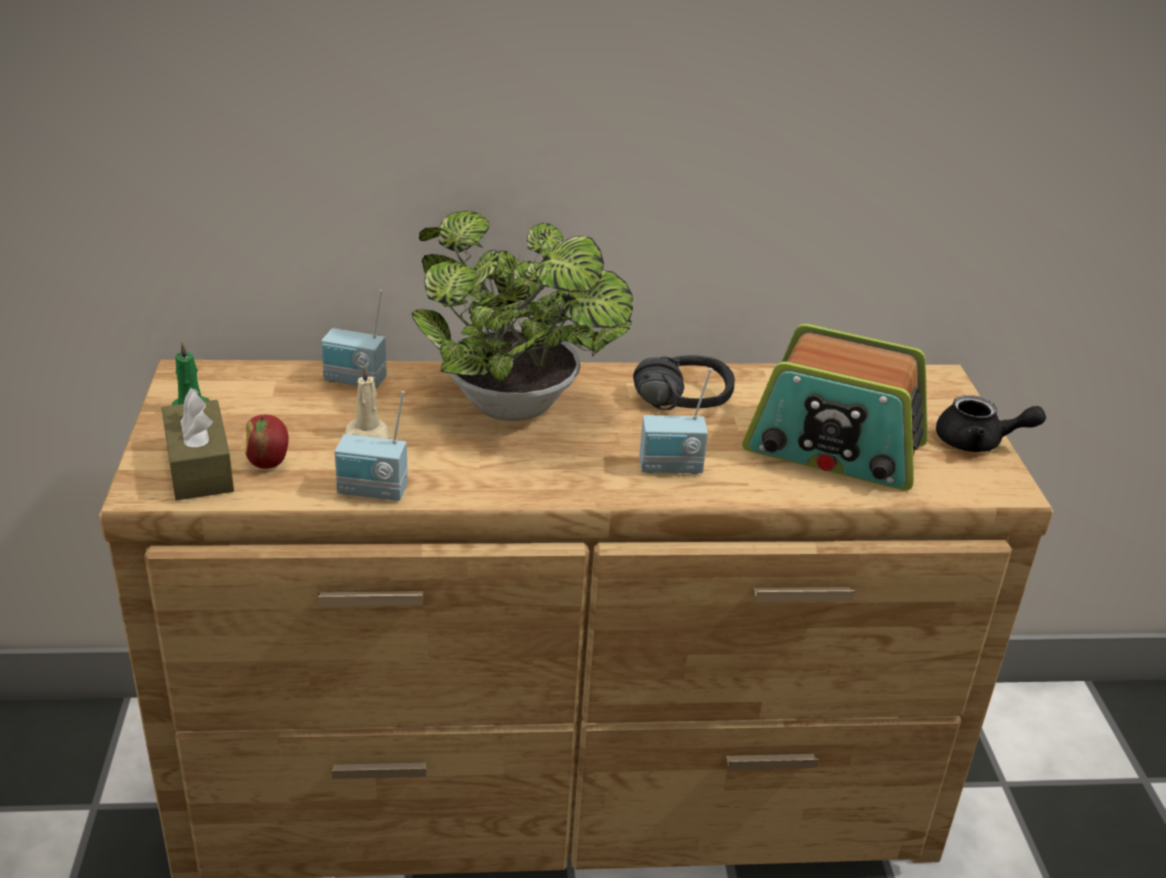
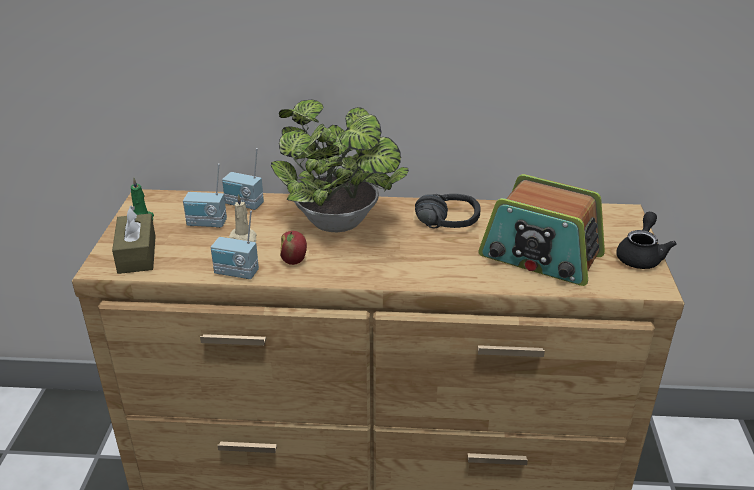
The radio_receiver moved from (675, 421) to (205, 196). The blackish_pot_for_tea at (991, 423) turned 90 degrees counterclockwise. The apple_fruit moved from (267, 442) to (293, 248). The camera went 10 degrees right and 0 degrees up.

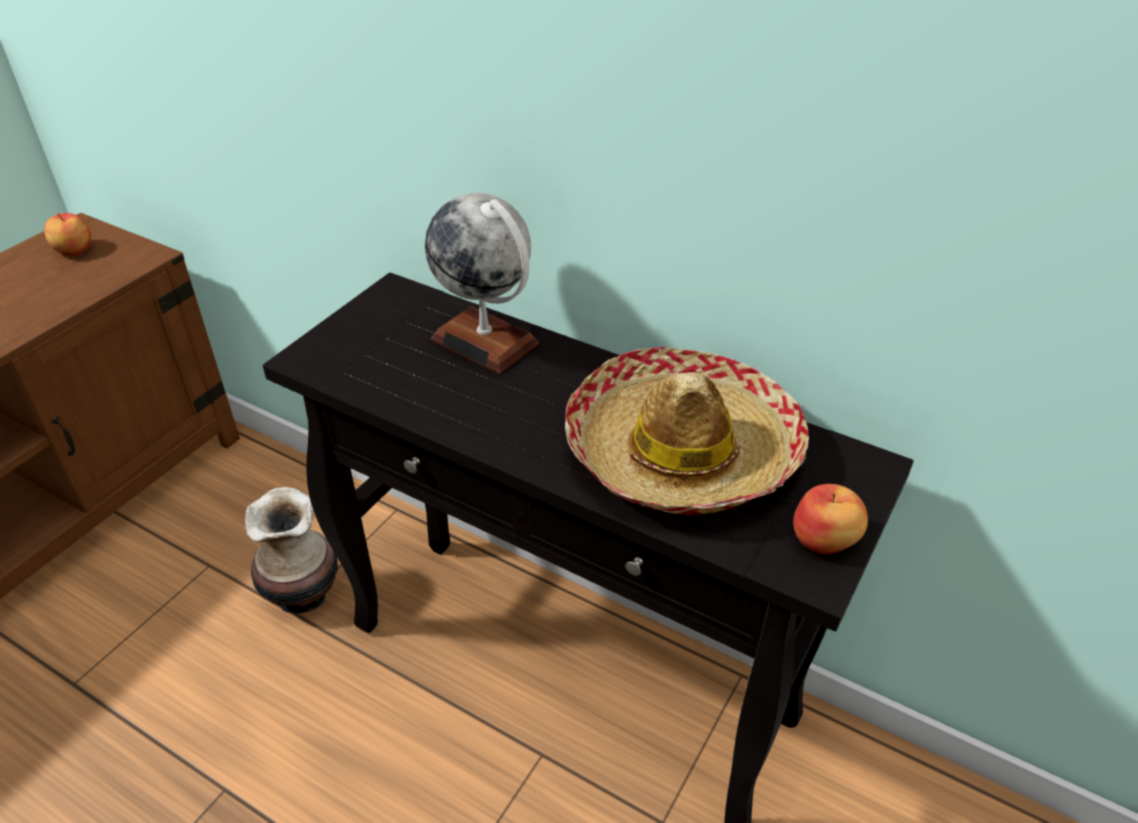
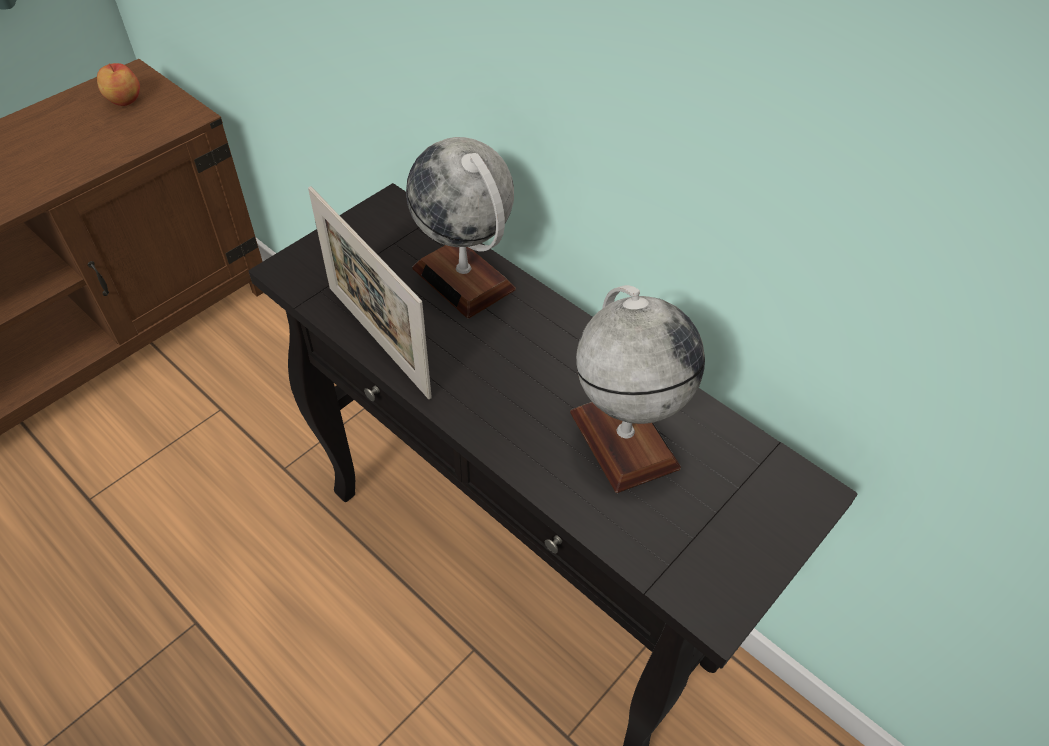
The hat at (687, 431) was replaced by the globe at (637, 389). The apple_fruit at (830, 519) disappeared. The flower_vase at (291, 550) disappeared. The standing_frame at (370, 292) appeared. The camera went 10 degrees right and 10 degrees up.

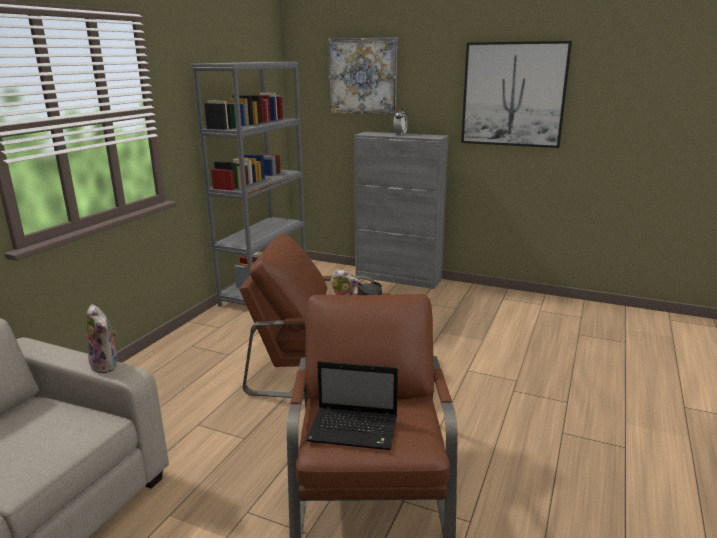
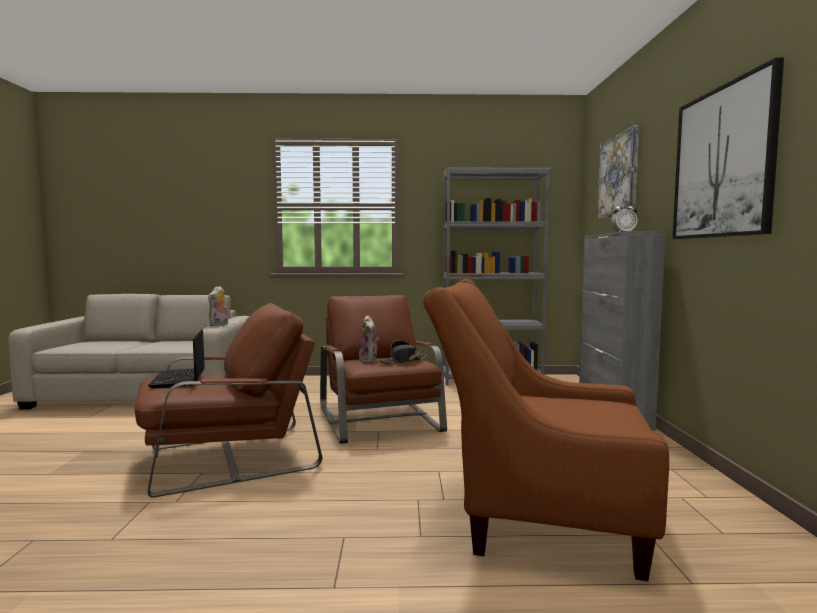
The brownish_lounge_chair at (545, 430) appeared. The camera went 65 degrees right and 15 degrees down.

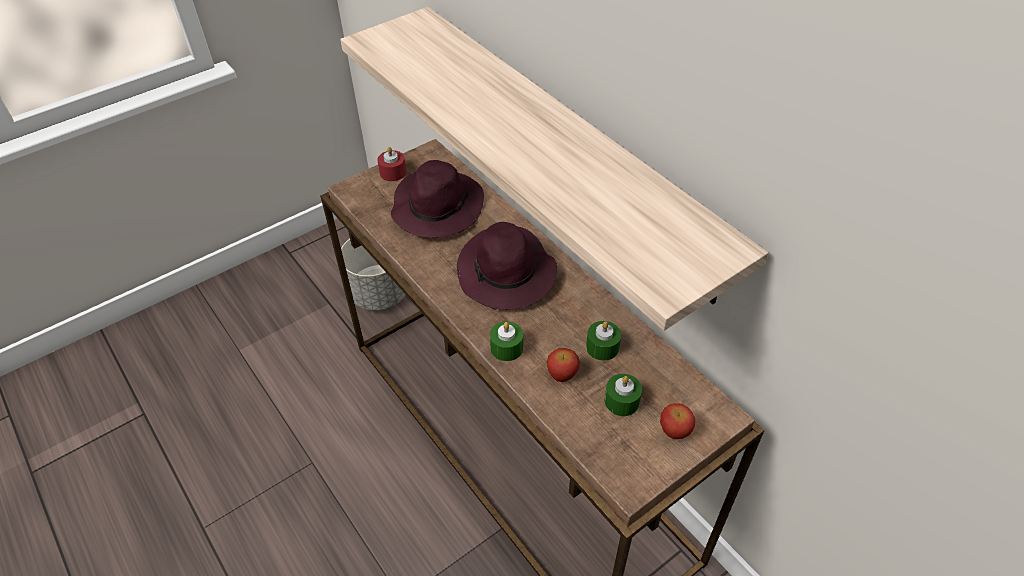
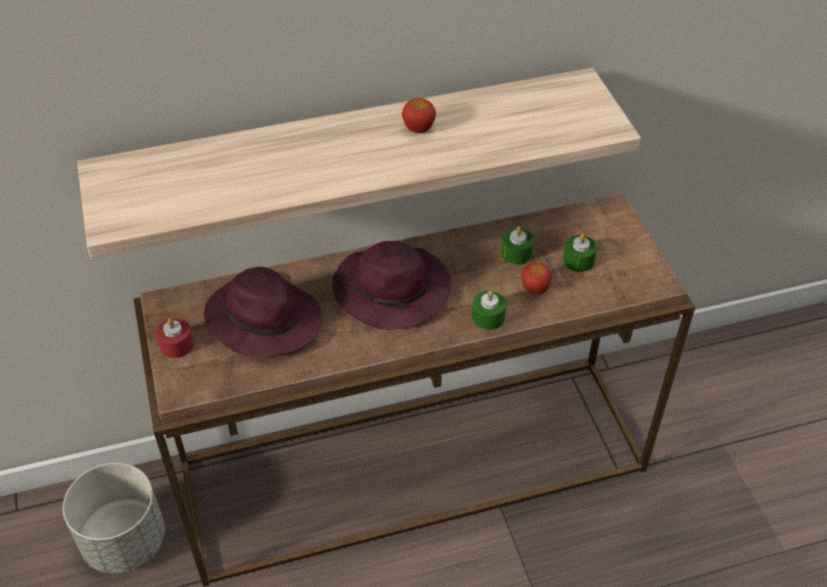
The apple_fruit moved from (677, 421) to (419, 115). The camera went 70 degrees left and 0 degrees up.

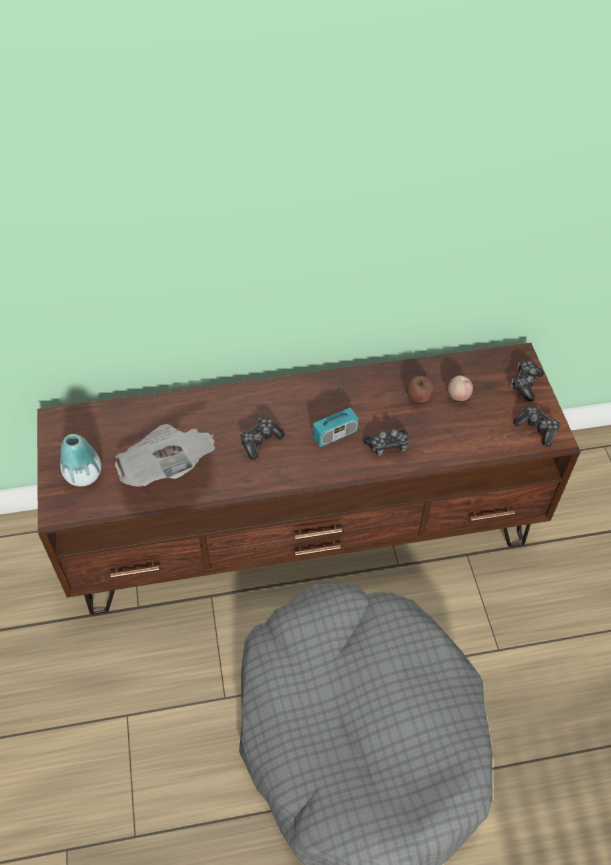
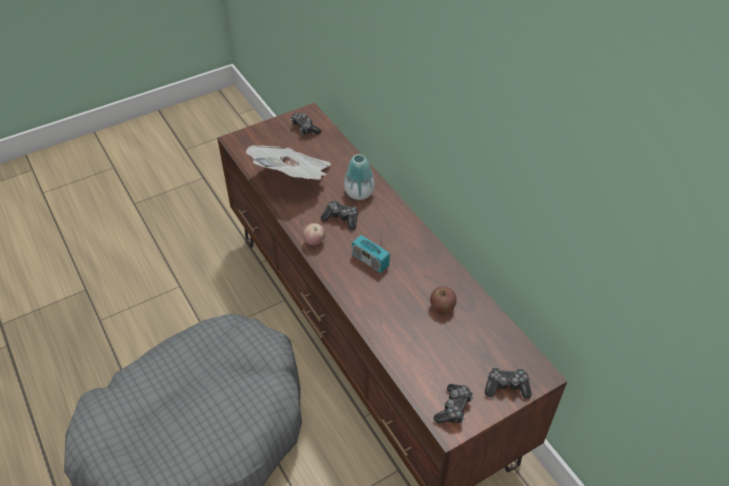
The apple_fruit moved from (460, 388) to (314, 234). The joypad moved from (386, 442) to (305, 123). The flower_vase moved from (80, 460) to (359, 177). The camera went 70 degrees right and 5 degrees down.

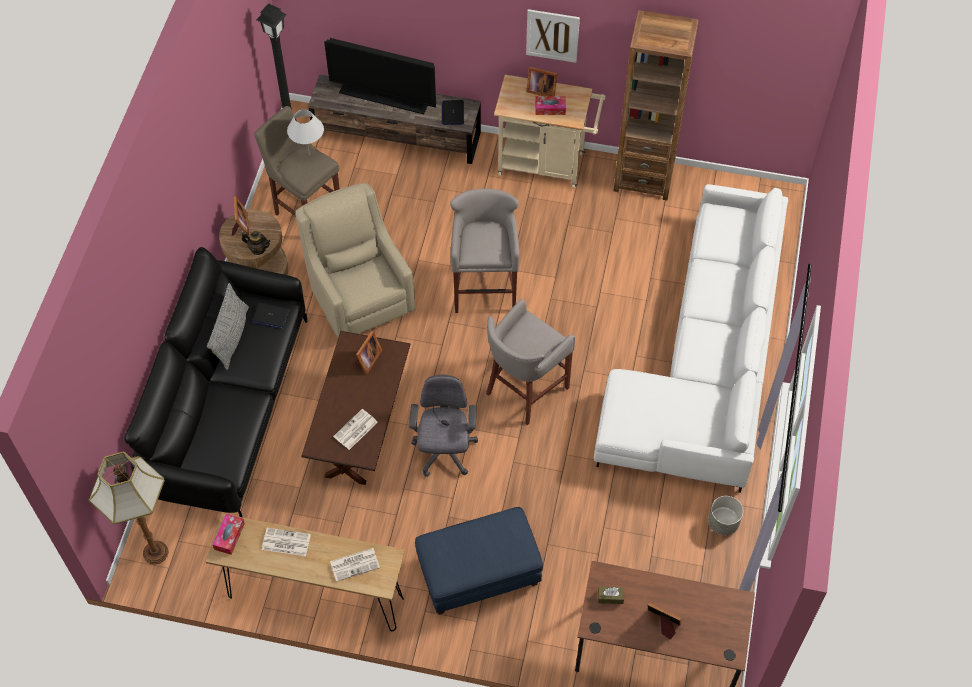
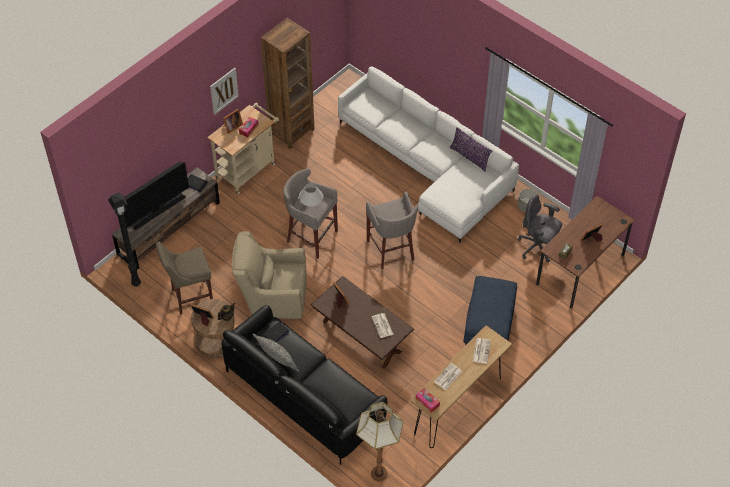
The white_tabletop_lamp moved from (305, 132) to (311, 196). The gray_office_chair moved from (443, 426) to (540, 228). The purple_throw_pillow at (471, 149) appeared. The camera went 60 degrees left and 5 degrees down.

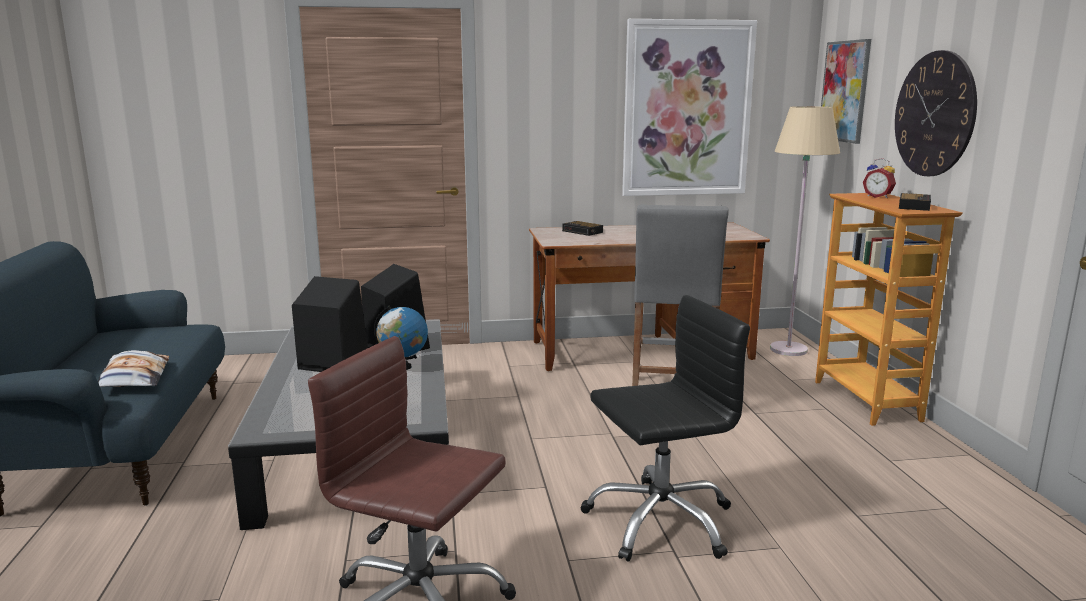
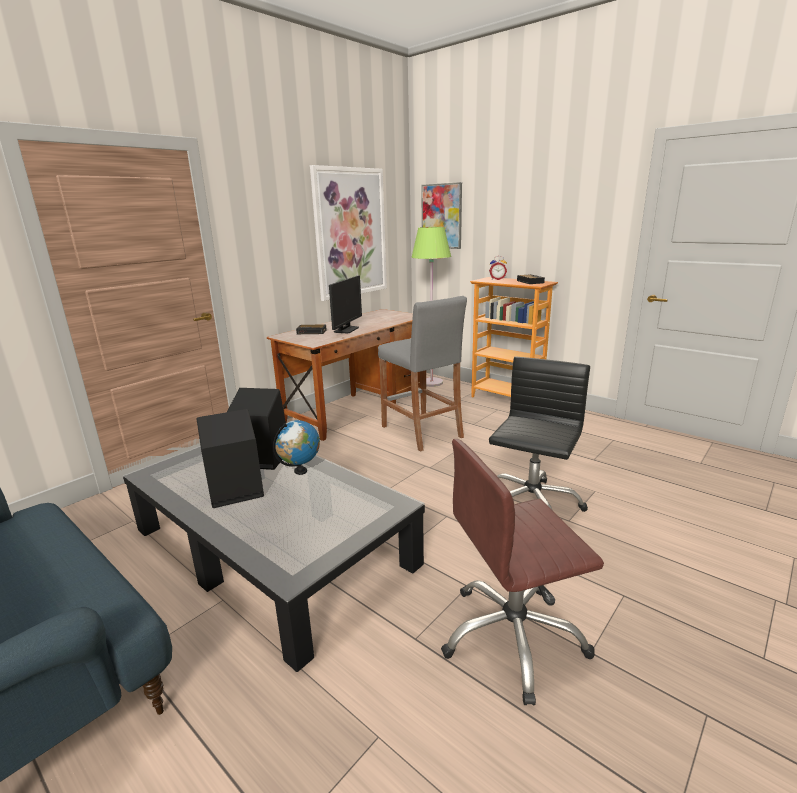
The wall_clock at (936, 113) disappeared. The beige-coloured_standard_lamp at (805, 231) became the greenish_standard_lamp at (431, 307). The throw_pillow at (133, 368) disappeared. The computer_screen at (345, 304) appeared. The camera went 40 degrees left and 5 degrees up.

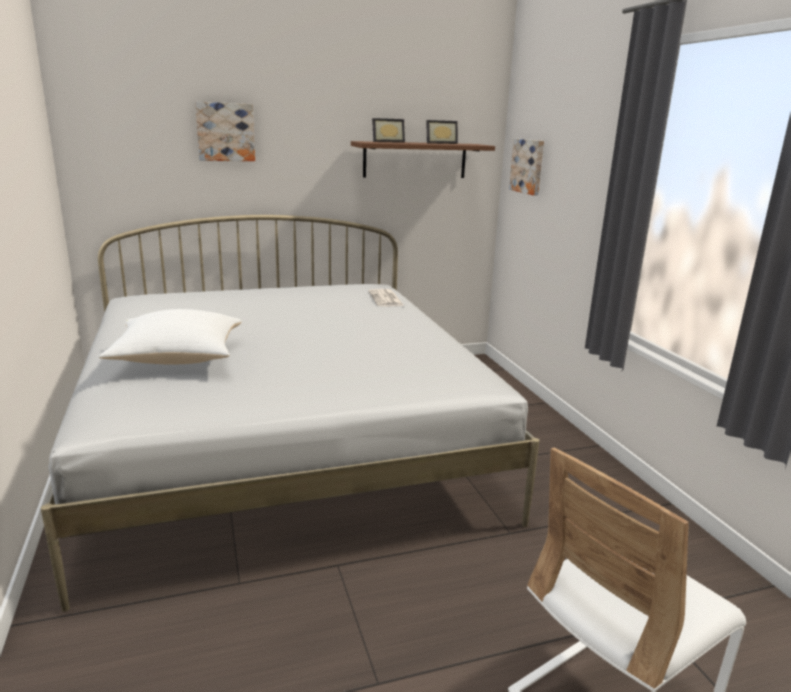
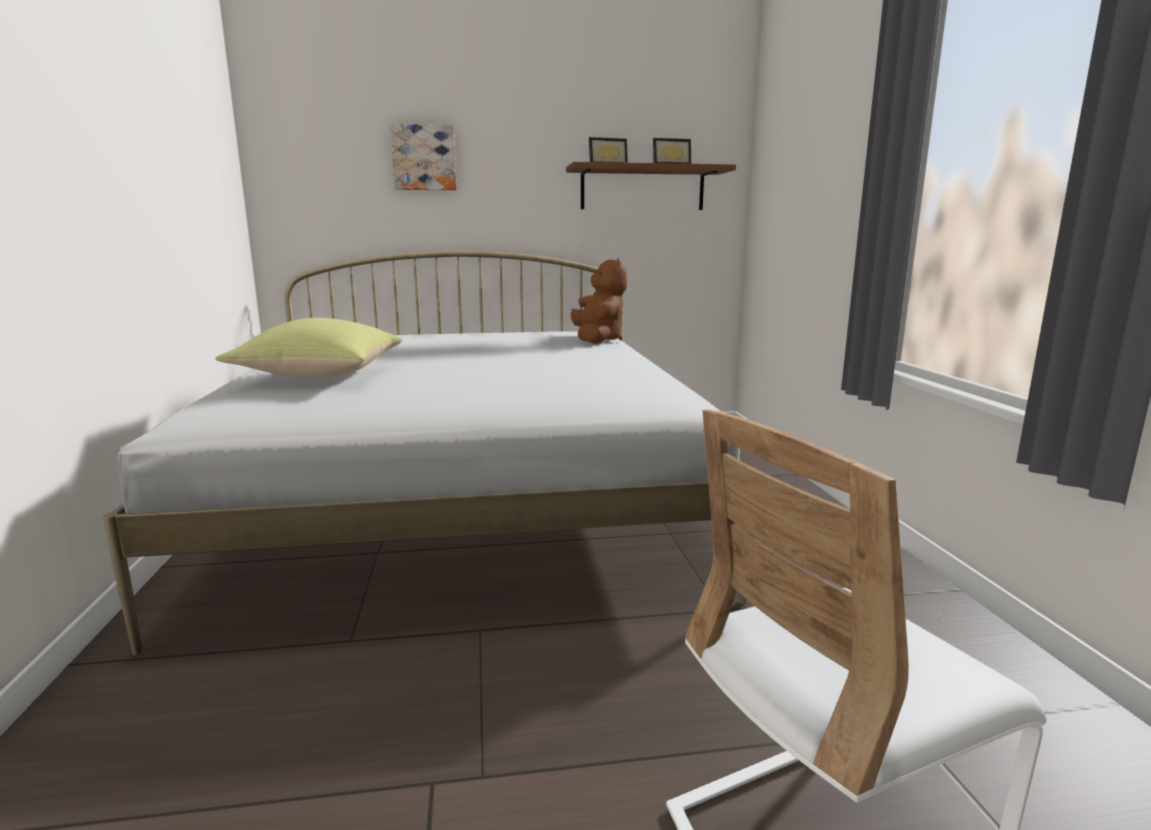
The wall_picture at (526, 167) disappeared. The newspaper at (386, 297) was replaced by the brownish_soft_toy at (599, 301). The white_throw_pillow at (170, 337) became the yellow_throw_pillow at (308, 348). The camera went 10 degrees right and 5 degrees down.

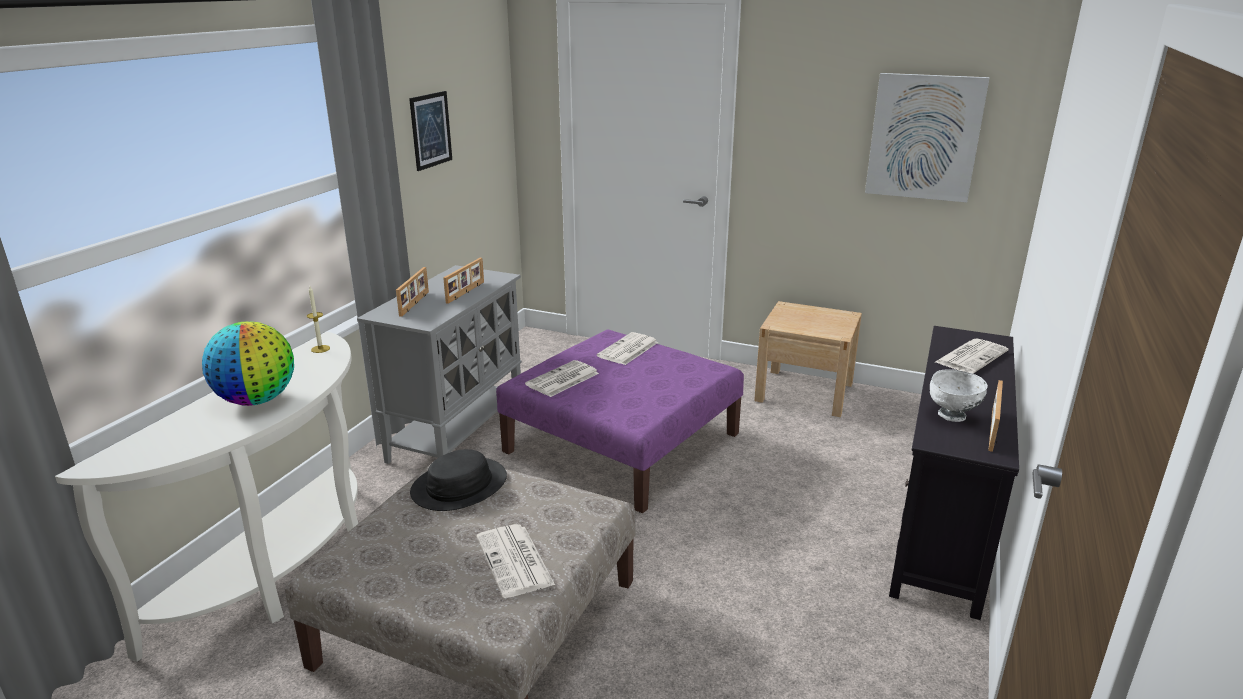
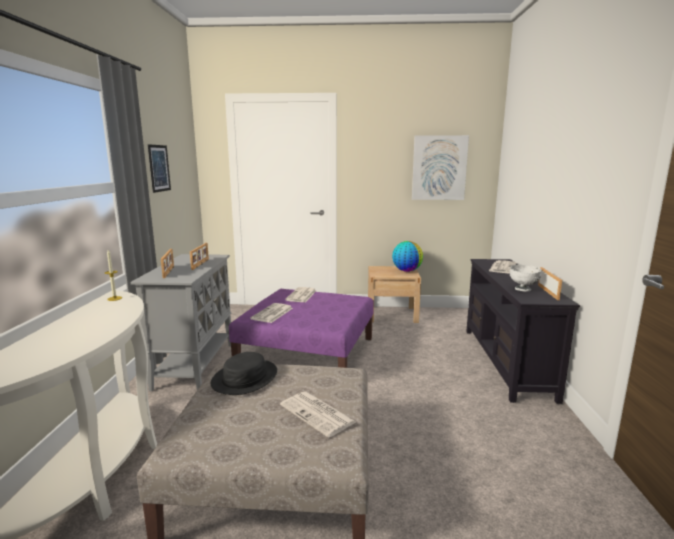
The globe moved from (248, 363) to (407, 256). The camera went 20 degrees left and 10 degrees down.

